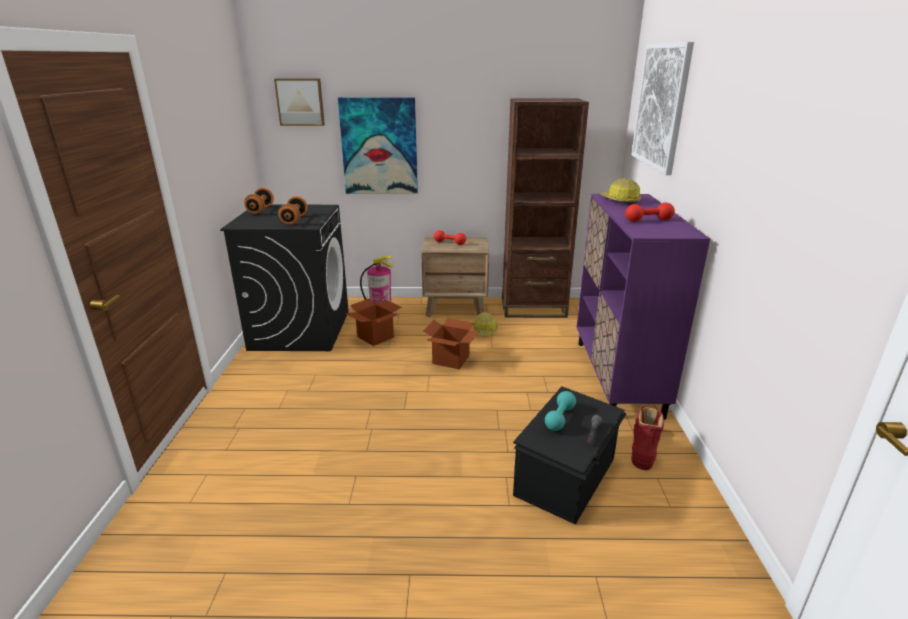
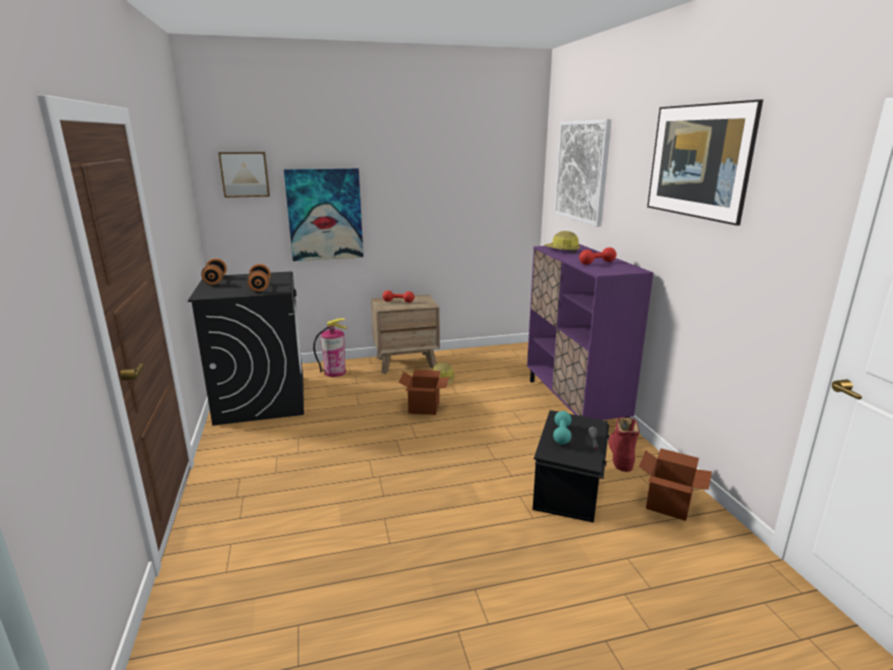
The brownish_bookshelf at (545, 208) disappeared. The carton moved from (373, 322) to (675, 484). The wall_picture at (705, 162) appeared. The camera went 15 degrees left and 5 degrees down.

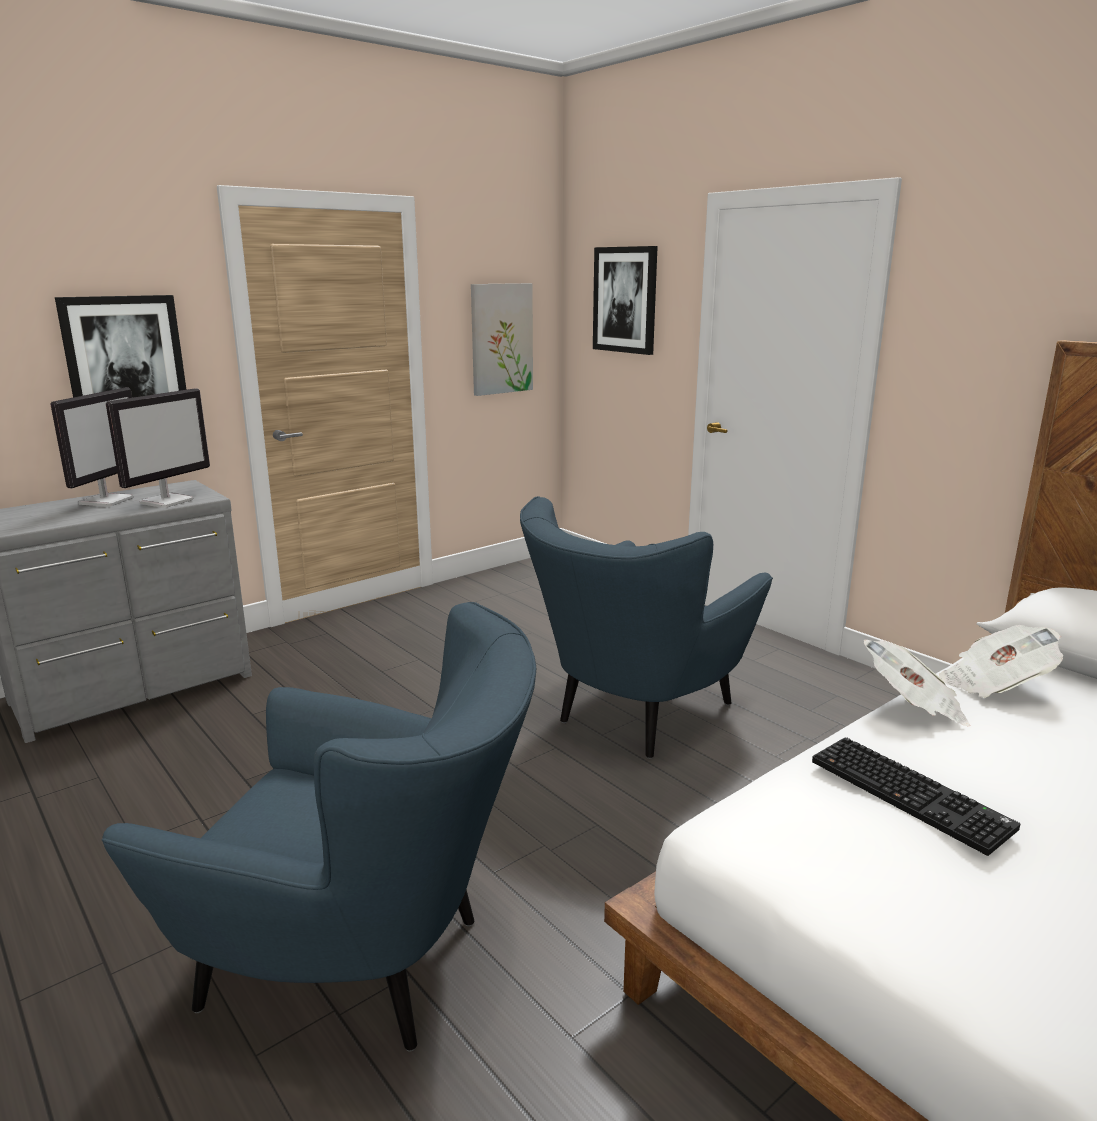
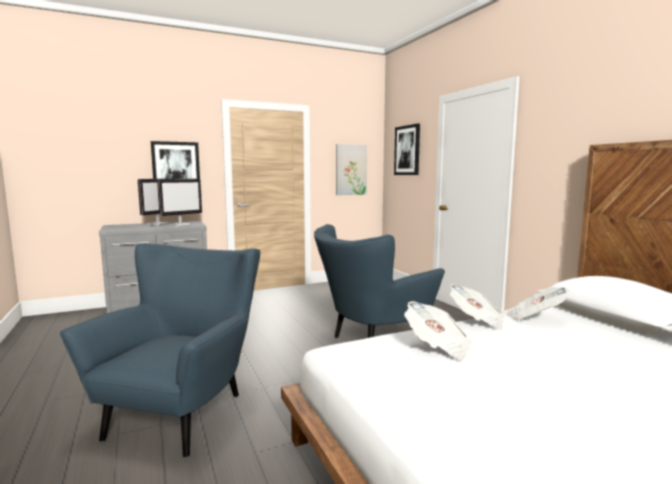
The blue-coloured_lounge_chair at (319, 827) turned 105 degrees counterclockwise. The computer_keyboard at (916, 797) was replaced by the newspaper at (437, 330). The camera went 15 degrees right and 10 degrees down.

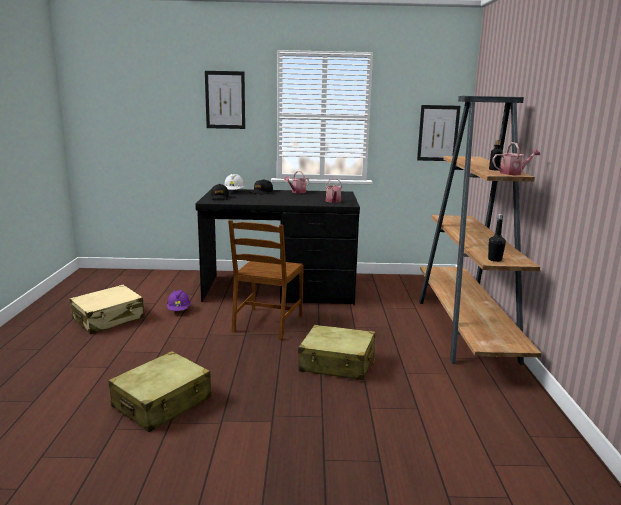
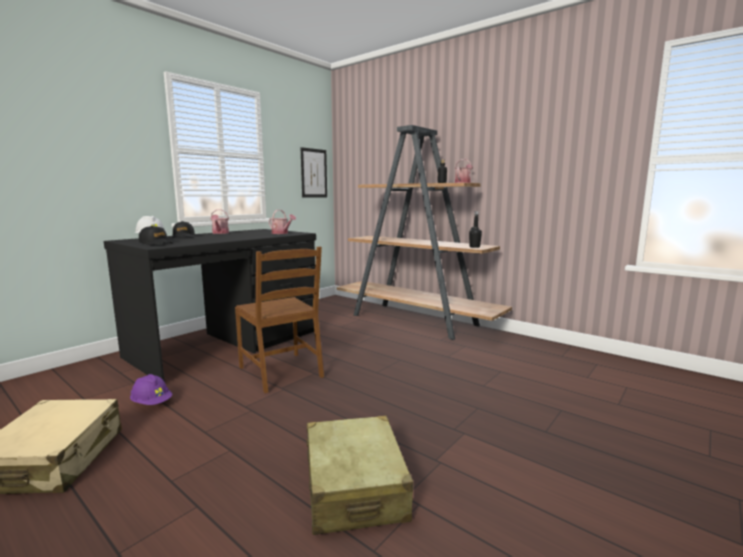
The wall_picture at (225, 100) disappeared. The beige-coloured_piece_of_luggage at (336, 352) disappeared. The camera went 50 degrees left and 5 degrees down.

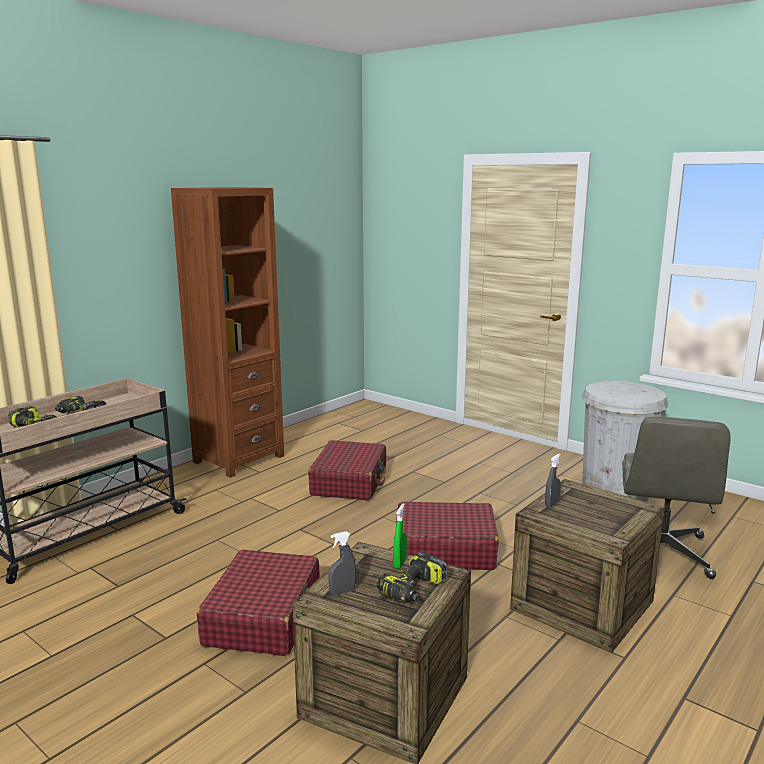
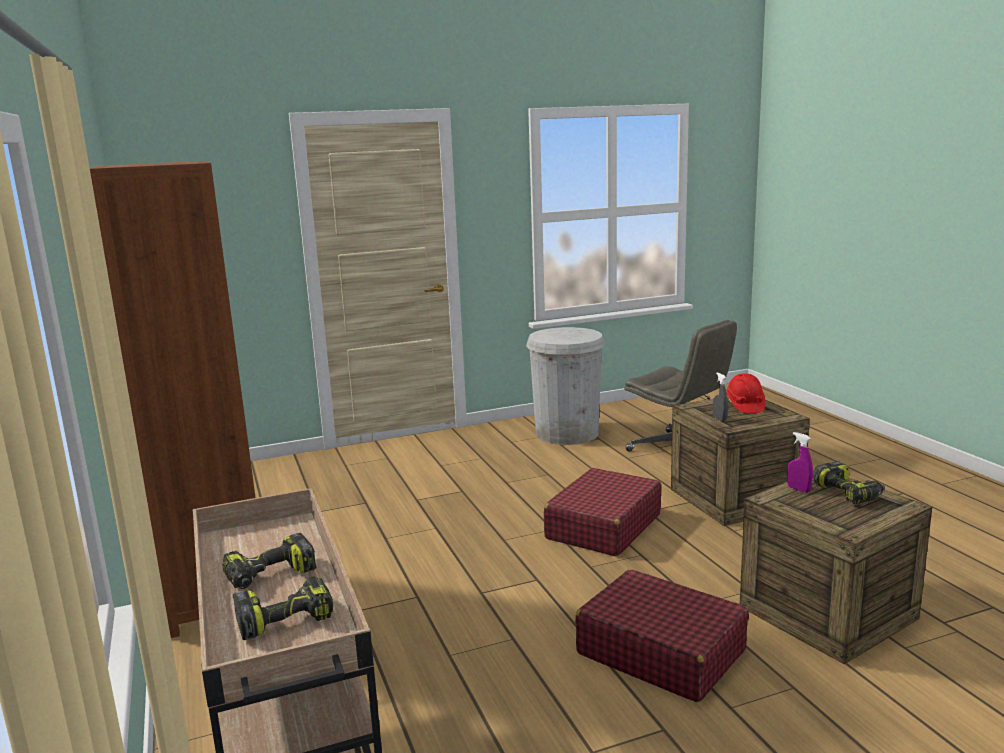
The reddish_piece_of_luggage at (347, 470) disappeared. The greenish_hand_sprayer at (400, 536) became the purple_hand_sprayer at (800, 462). The gray_hand_sprayer at (342, 563) disappeared. The reddish_work_helmet at (745, 393) appeared. The camera went 60 degrees left and 0 degrees up.

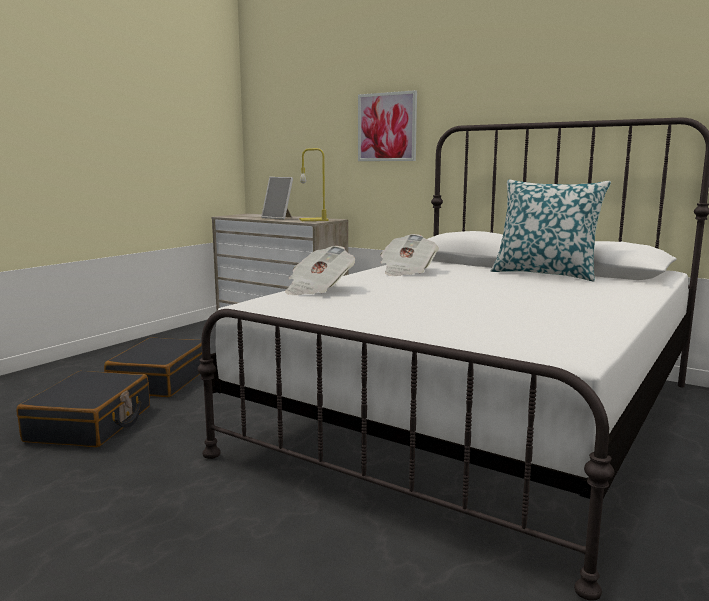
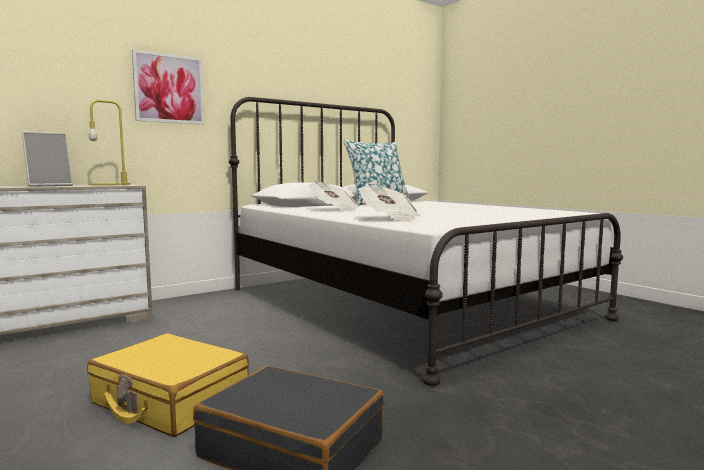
The blackish_piece_of_luggage at (153, 367) became the yellow_piece_of_luggage at (168, 385). The camera went 70 degrees left and 5 degrees down.

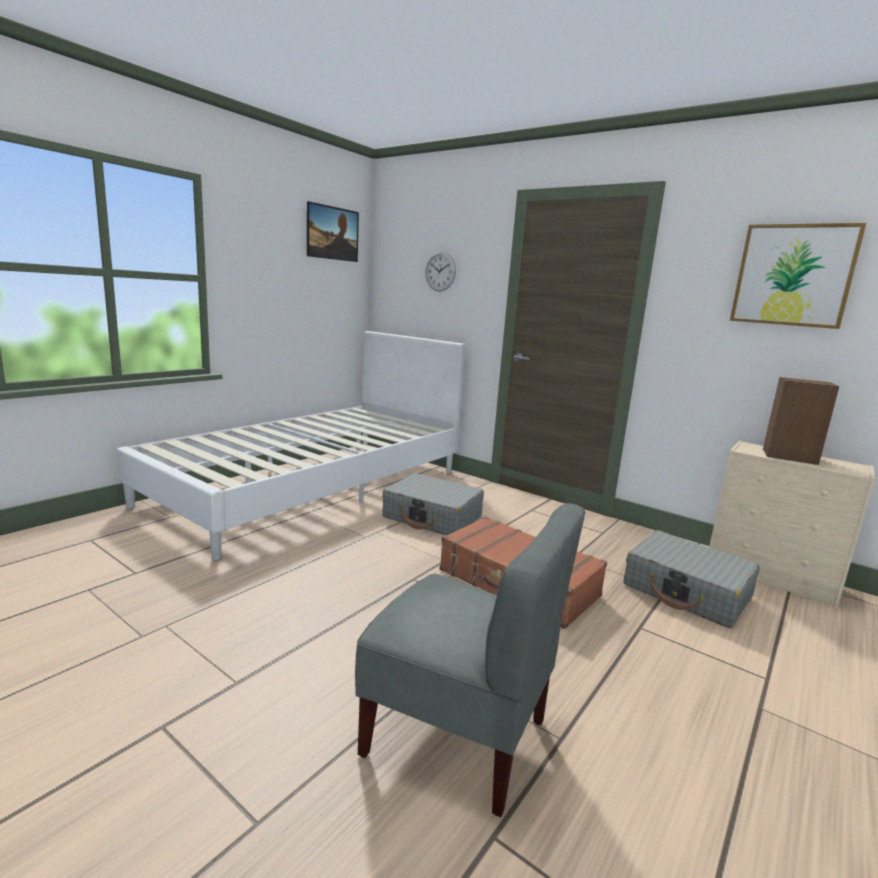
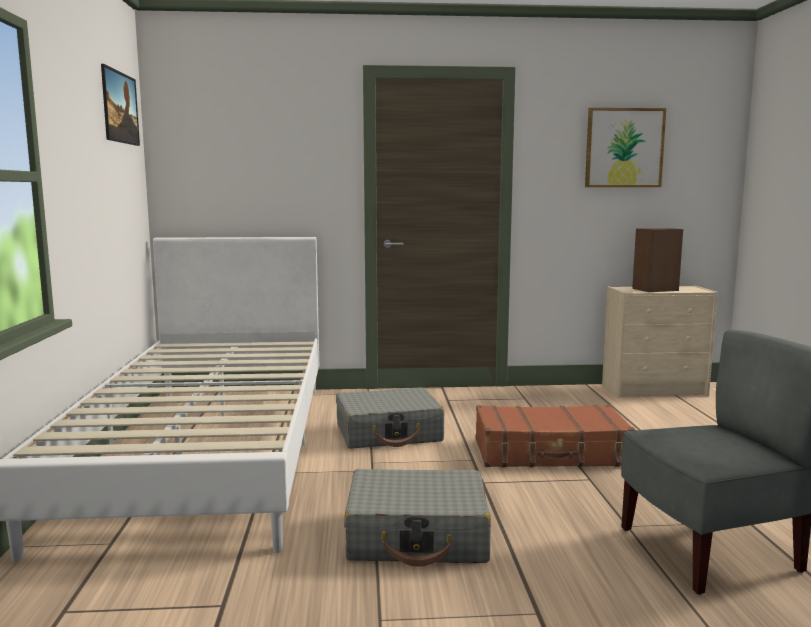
The wall_clock at (440, 271) disappeared. The gray_piece_of_luggage moved from (692, 579) to (417, 518). The camera went 40 degrees left and 5 degrees down.

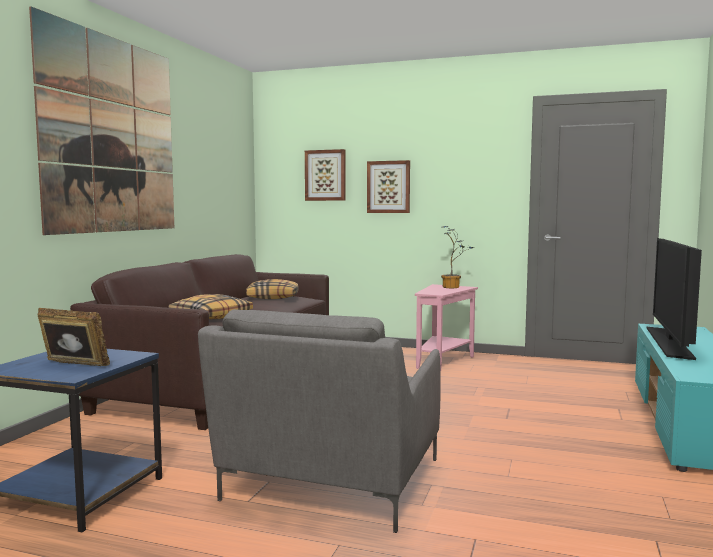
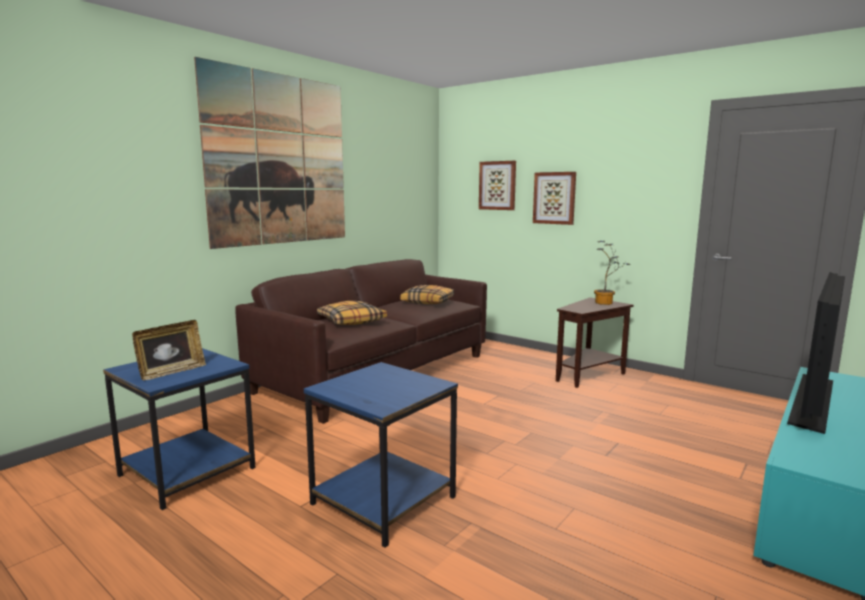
The pink_end_table at (446, 328) became the brownish_end_table at (594, 342). The standing_frame at (73, 337) turned 90 degrees clockwise. The gray_lounge_chair at (319, 421) was replaced by the blue-coloured_end_table at (381, 455). The camera went 20 degrees right and 5 degrees up.

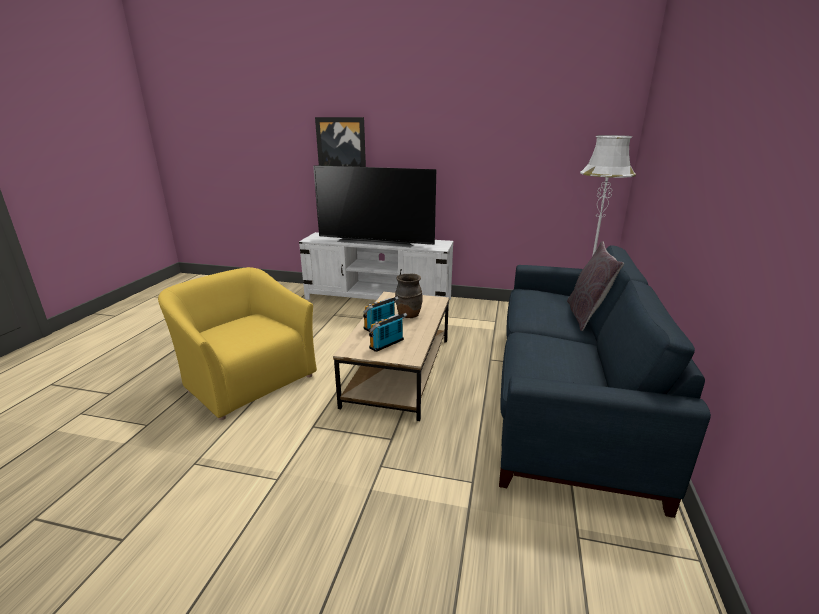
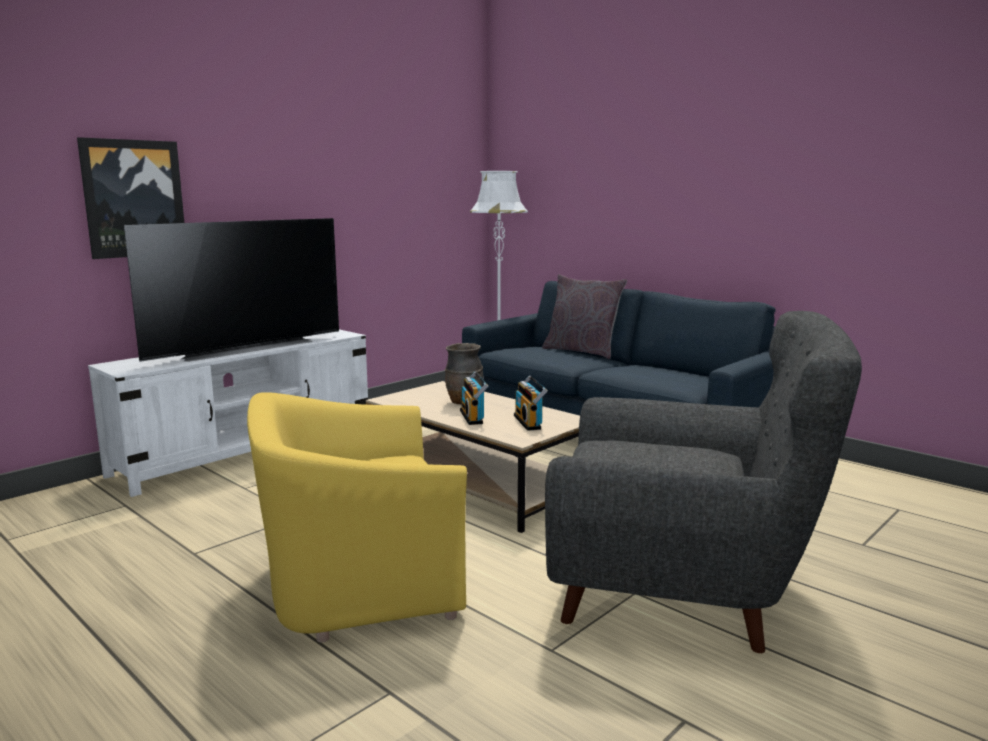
The gray_lounge_chair at (703, 482) appeared. The camera went 60 degrees left and 10 degrees down.

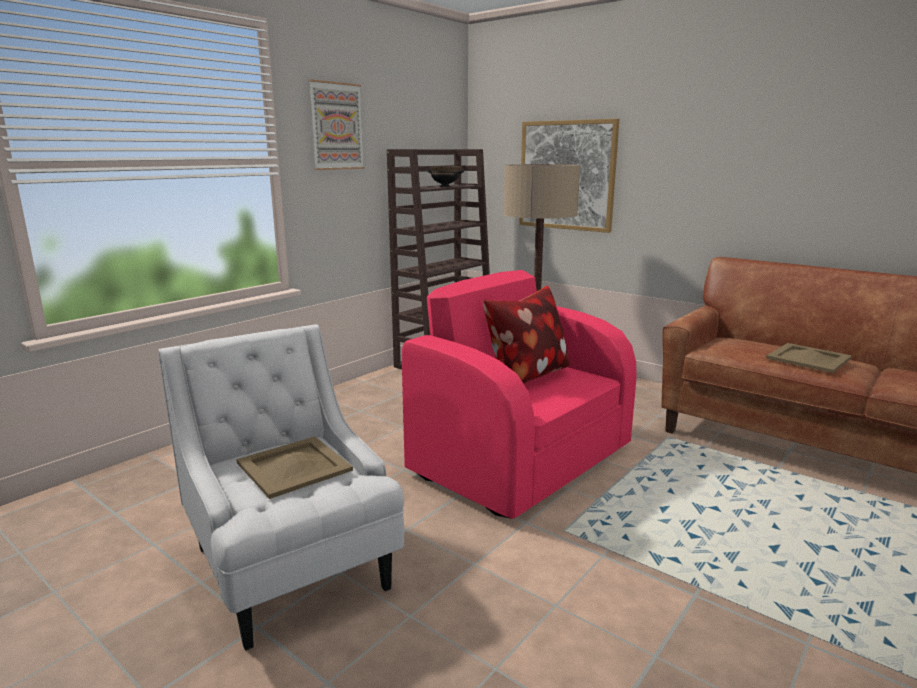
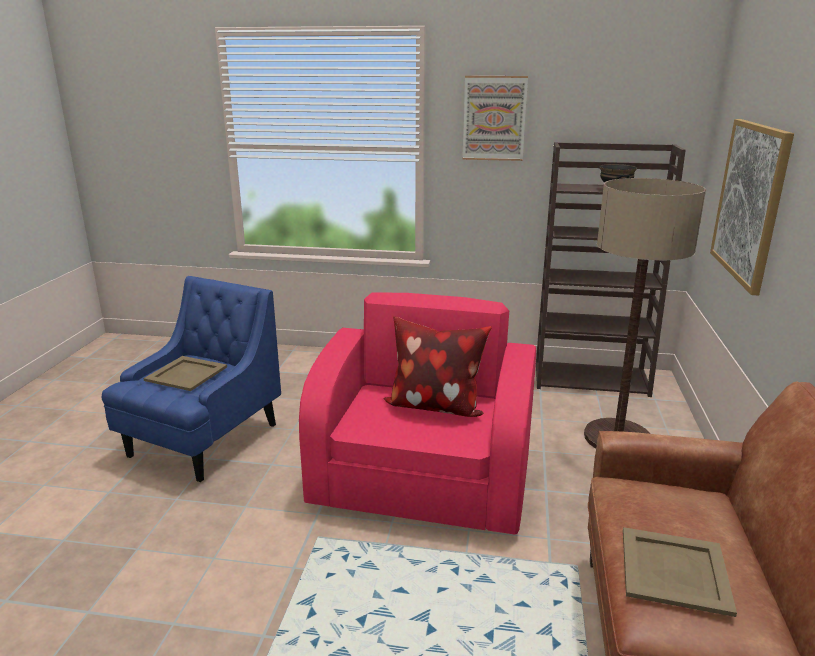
The white_lounge_chair at (281, 487) became the blue-coloured_lounge_chair at (191, 379). The camera went 60 degrees right and 5 degrees up.

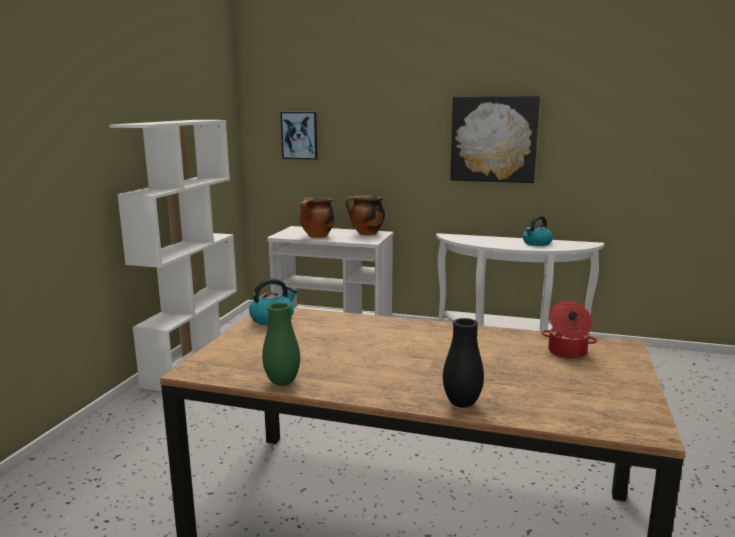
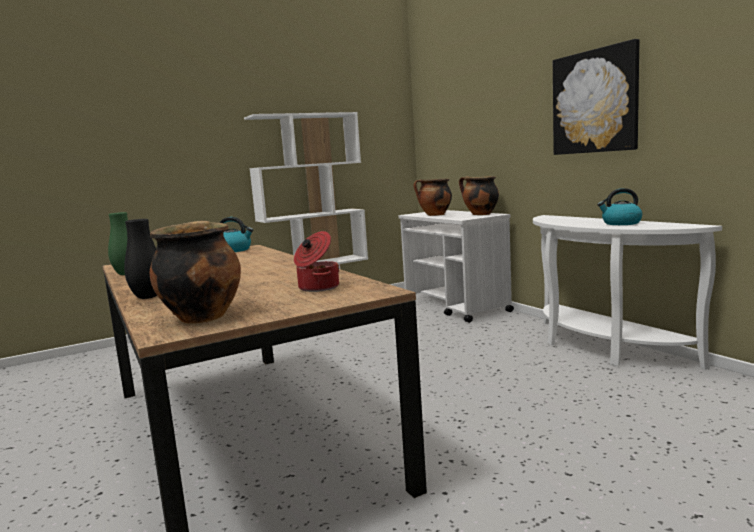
The wall_picture at (299, 136) disappeared. The cooking_pot at (195, 272) appeared. The camera went 45 degrees right and 5 degrees down.

